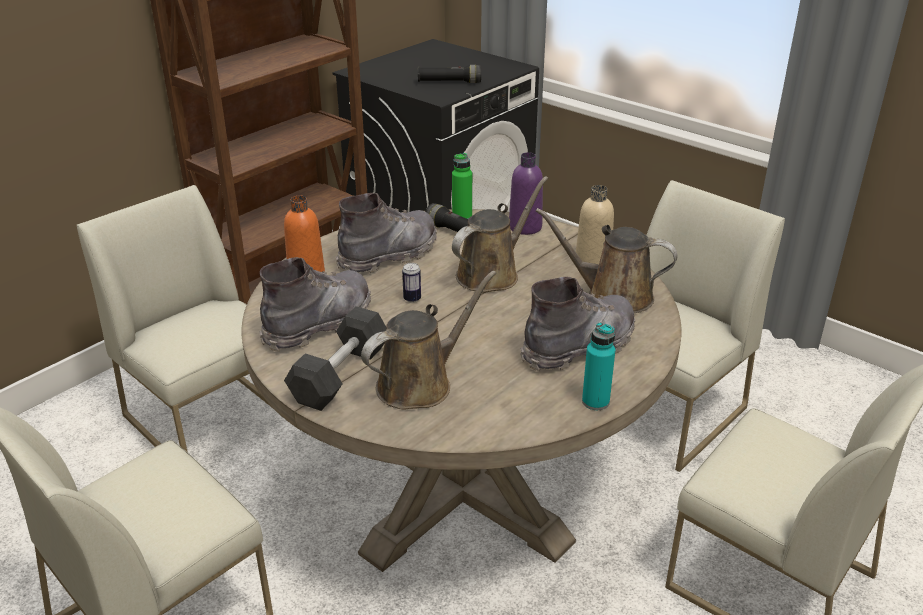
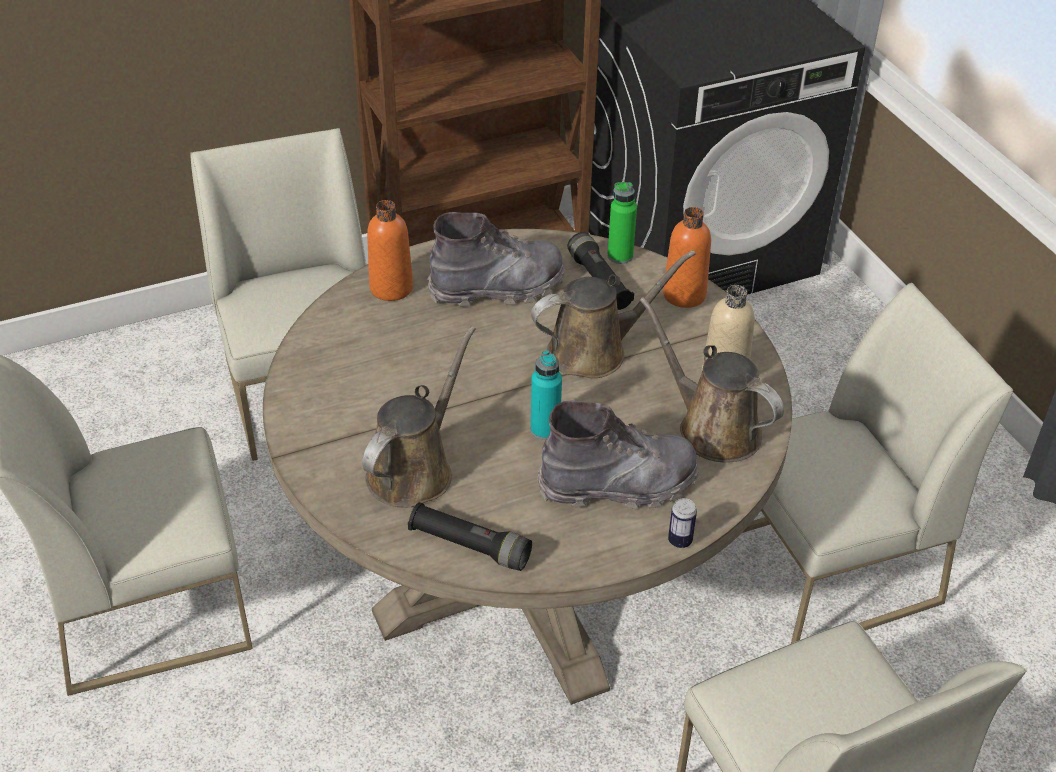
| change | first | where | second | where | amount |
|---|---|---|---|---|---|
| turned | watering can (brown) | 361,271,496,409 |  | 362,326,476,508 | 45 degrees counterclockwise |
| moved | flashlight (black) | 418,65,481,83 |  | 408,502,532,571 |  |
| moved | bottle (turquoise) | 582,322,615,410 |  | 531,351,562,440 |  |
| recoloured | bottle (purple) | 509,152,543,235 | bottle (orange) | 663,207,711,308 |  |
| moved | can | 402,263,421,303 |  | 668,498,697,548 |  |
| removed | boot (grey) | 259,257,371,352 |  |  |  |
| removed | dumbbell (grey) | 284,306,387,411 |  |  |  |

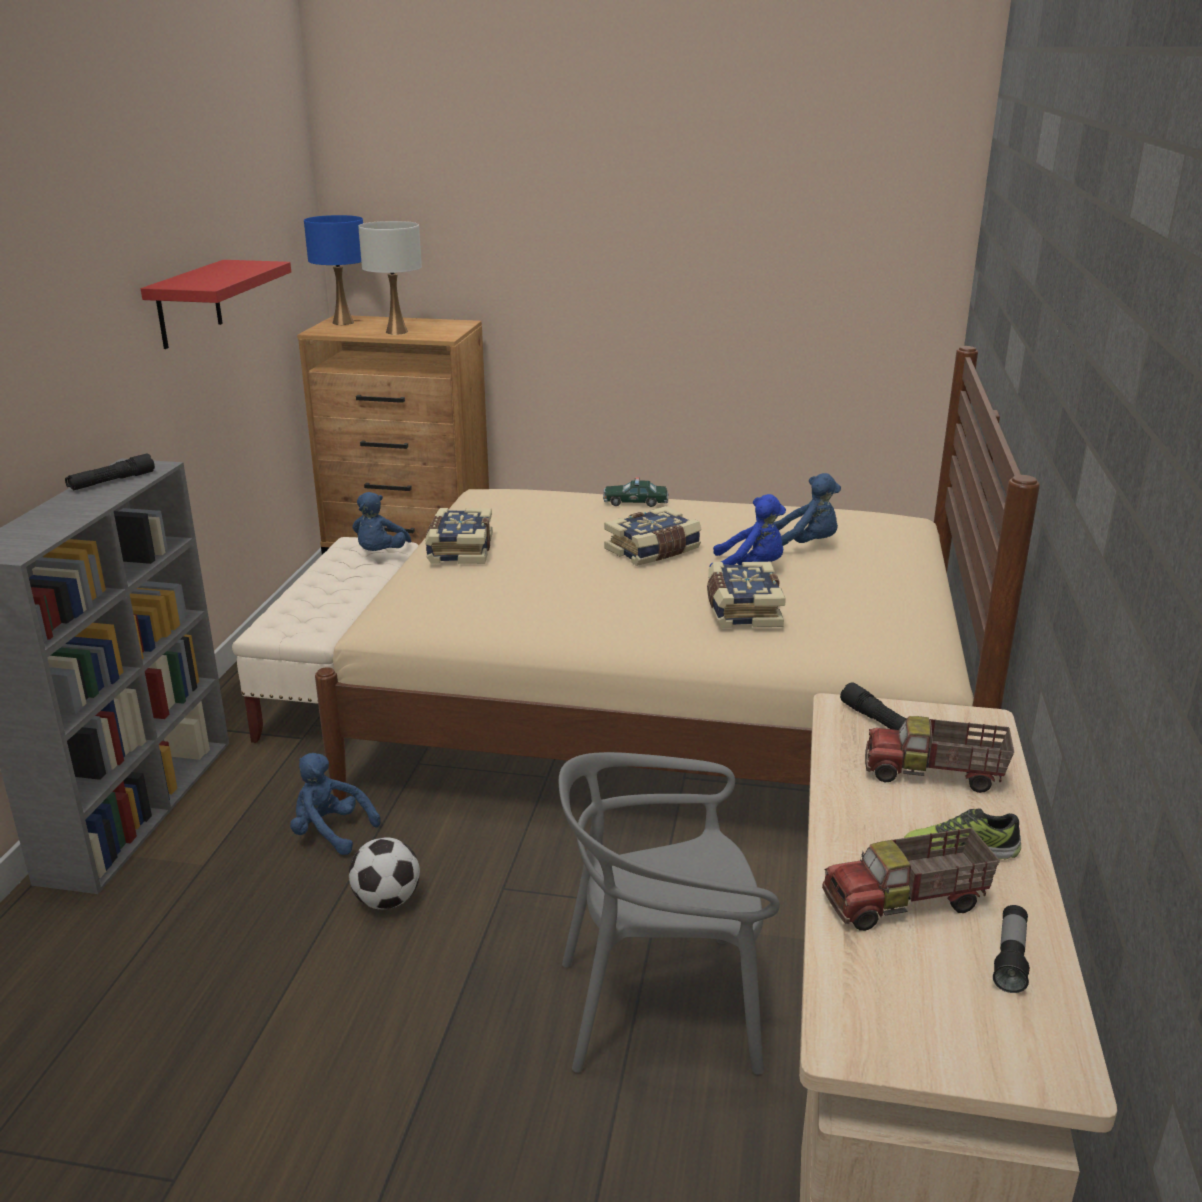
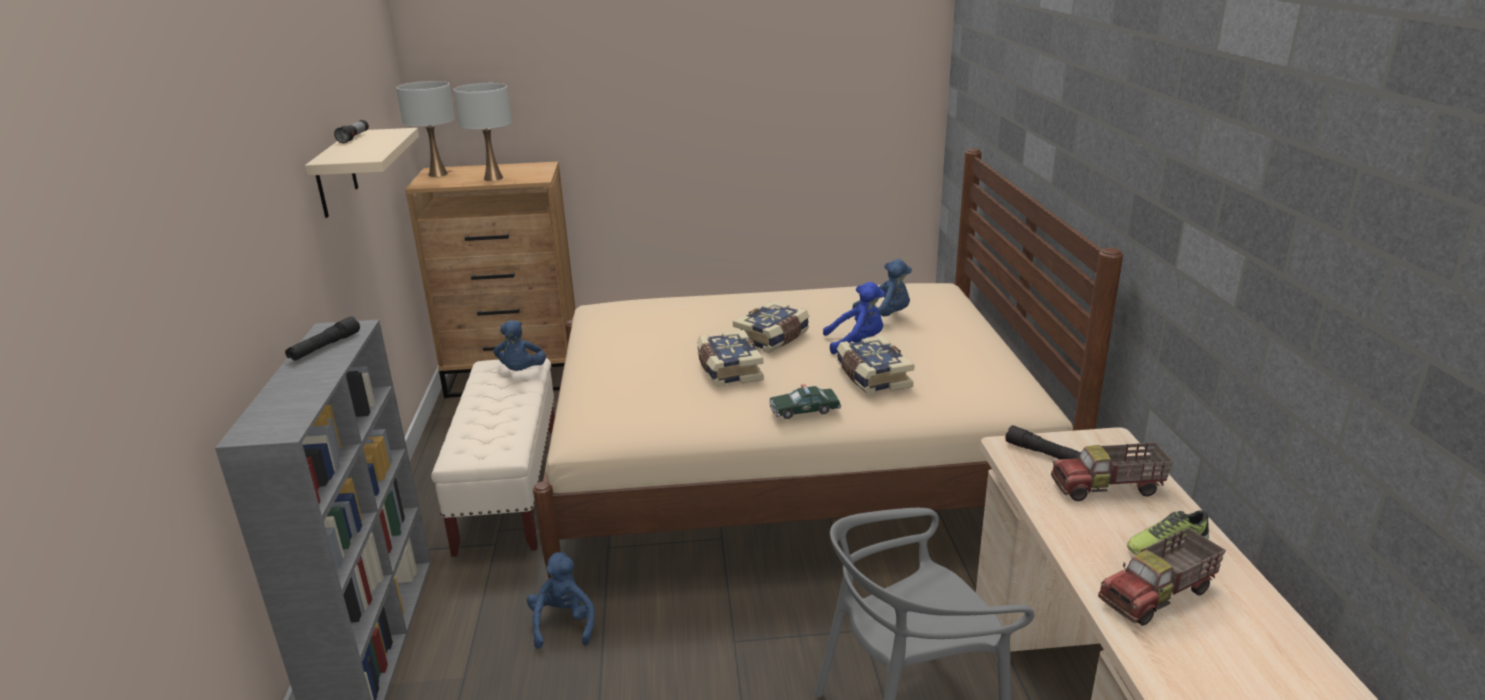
| change | first | where | second | where | amount |
|---|---|---|---|---|---|
| recoloured | shelf (red) | 141,260,291,349 | shelf (beige) | 305,128,419,218 |  |
| moved | flashlight | 993,905,1030,993 |  | 334,120,369,143 |  |
| recoloured | table lamp (blue) | 304,215,363,325 | table lamp (white) | 396,81,455,177 |  |
| turned | plush toy (blue) | 290,753,381,855 |  | 527,552,595,649 | 75 degrees clockwise |
| moved | book | 425,508,493,564 |  | 697,330,764,387 |  |
| moved | toy car | 603,477,668,507 |  | 769,384,841,419 |  |
| removed | football | 349,837,420,910 |  |  |  |

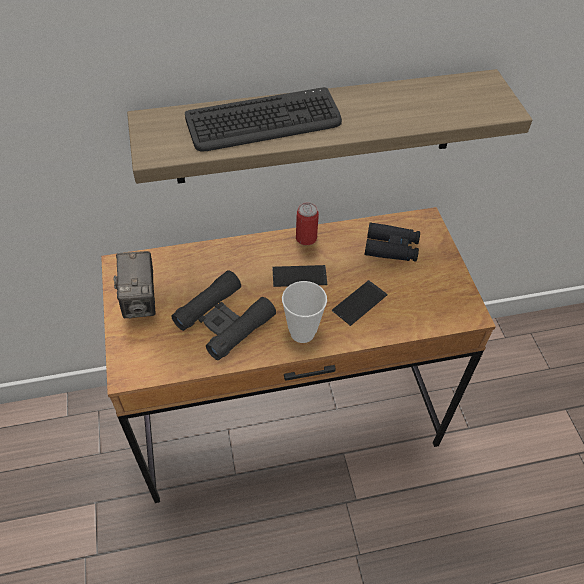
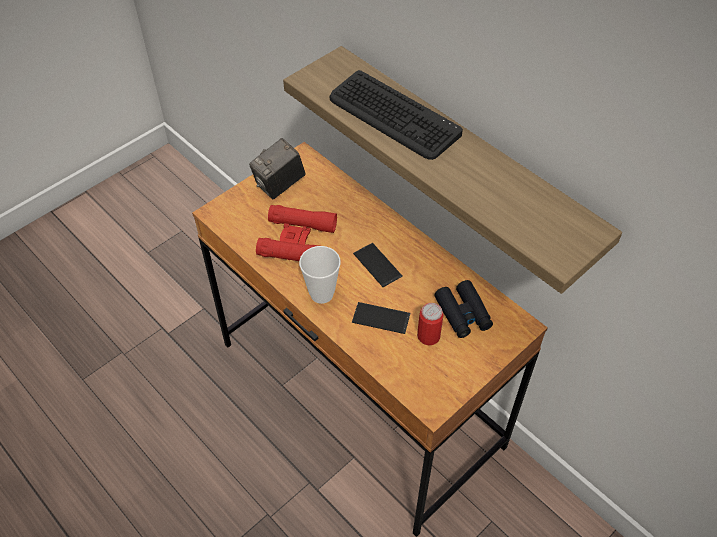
| change | first | where | second | where | amount |
|---|---|---|---|---|---|
| recoloured | binoculars (black) | 171,270,276,360 | binoculars (red) | 256,205,337,261 |  |
| moved | can | 296,202,319,245 |  | 417,303,443,345 |  |

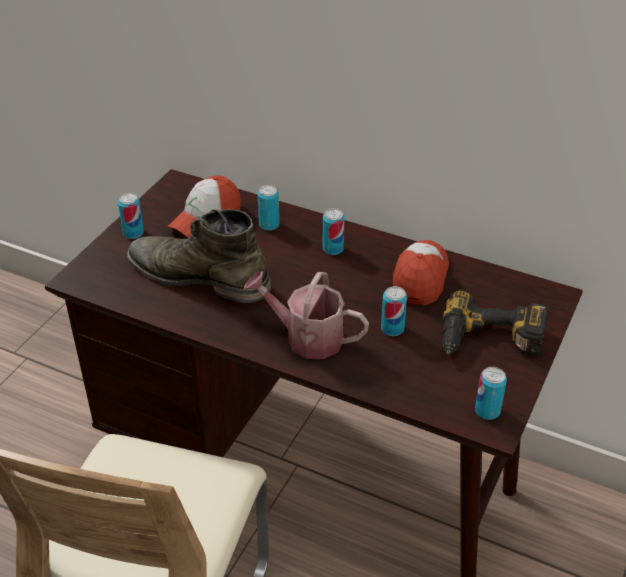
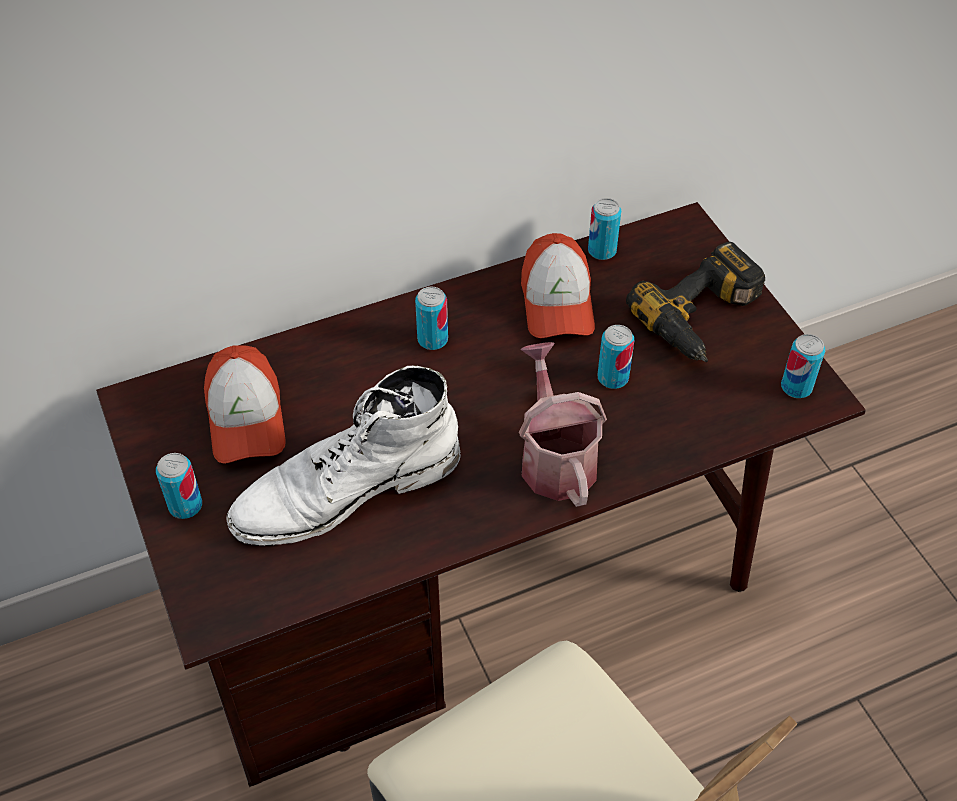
| change | first | where | second | where | amount |
|---|---|---|---|---|---|
| recoloured | boot (green) | 127,209,271,303 | boot (white) | 226,366,461,546 |  |
| turned | watering can | 243,271,369,359 |  | 519,342,607,507 | 105 degrees clockwise |
| turned | cap | 393,240,449,305 |  | 521,233,595,338 | 150 degrees counterclockwise |
| moved | can | 258,185,280,231 |  | 588,198,621,260 |  |

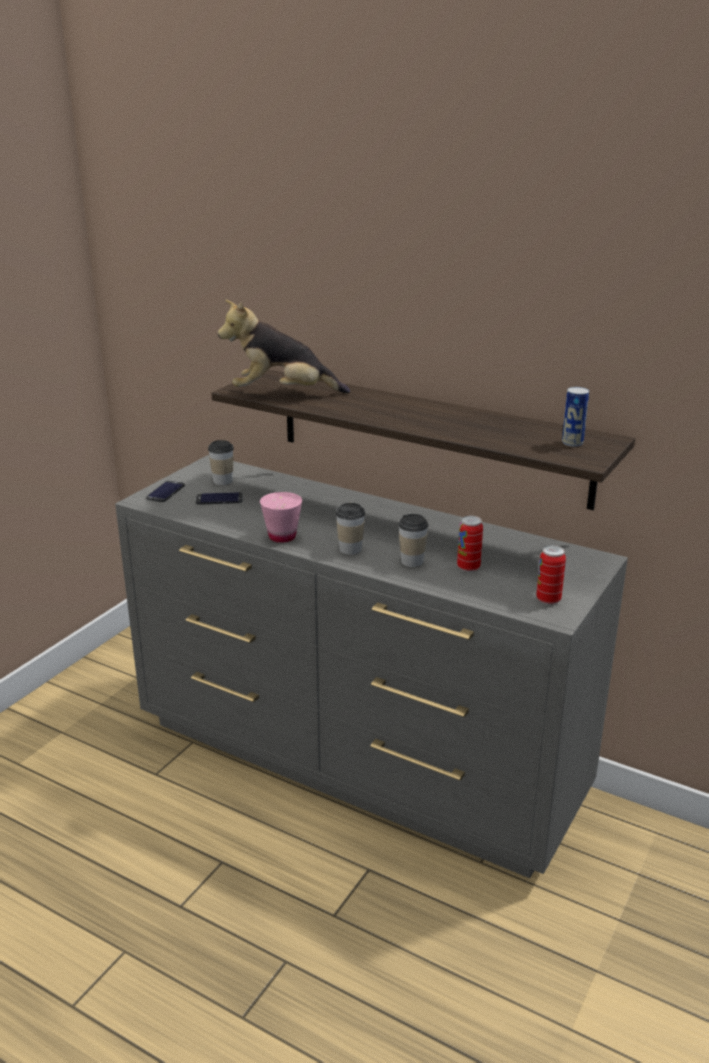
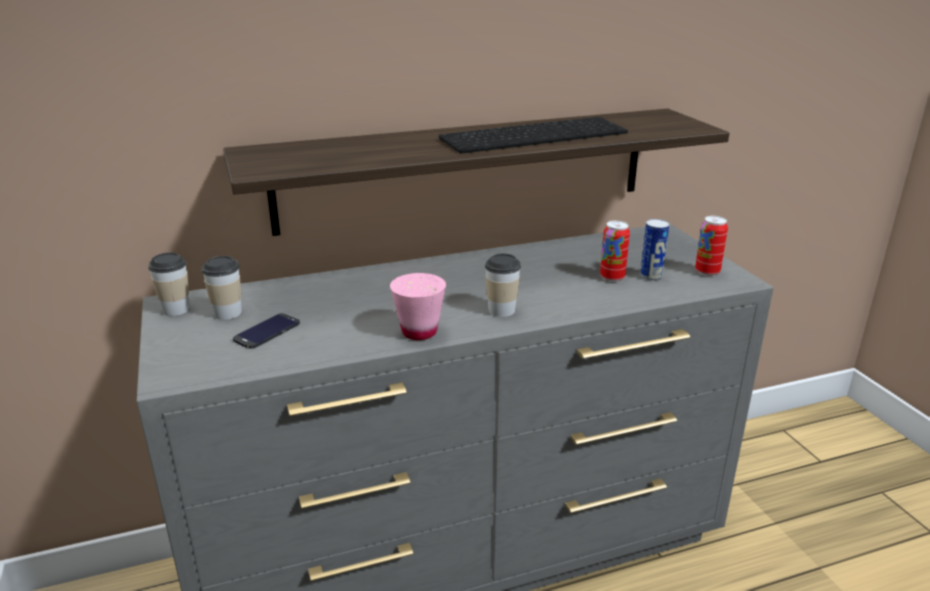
| change | first | where | second | where | amount |
|---|---|---|---|---|---|
| moved | cup | 398,514,429,567 |  | 148,253,190,316 |  |
| added |  |  | keyboard | 439,117,628,154 |  |
| moved | can | 562,387,589,447 |  | 640,219,669,281 |  |
| removed | phone | 146,480,185,502 |  |  |  |
| removed | plush toy | 217,299,350,394 |  |  |  |

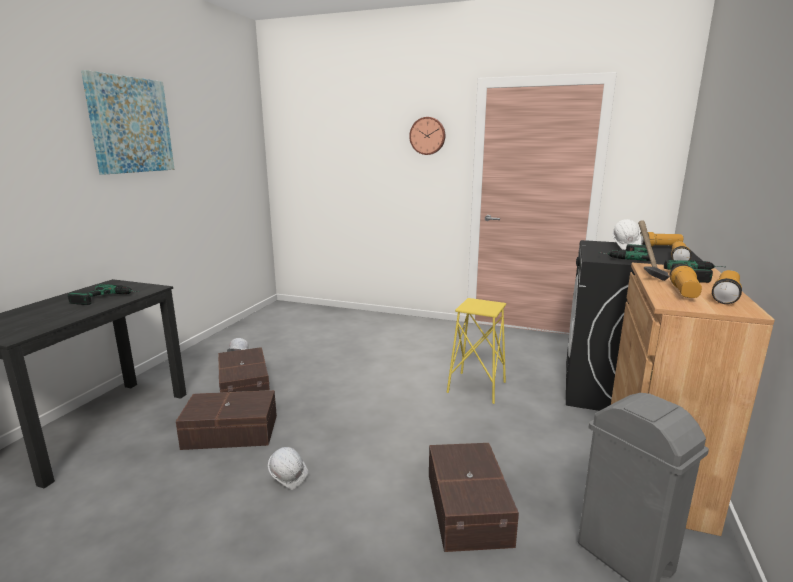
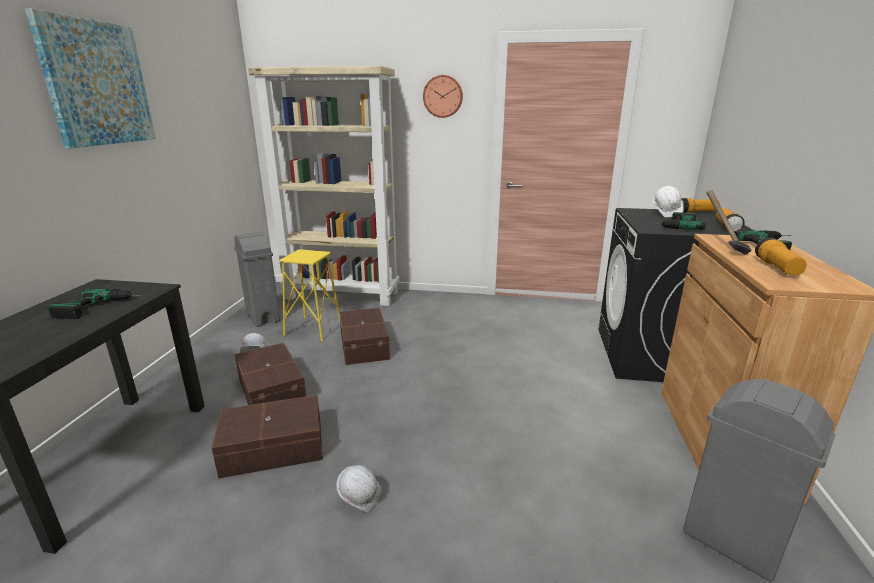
| change | first | where | second | where | amount |
|---|---|---|---|---|---|
| added |  |  | trash can (grey) | 234,232,280,327 |  |
| added |  |  | bookcase (beige) | 248,66,399,306 |  |
| moved | stool (yellow) | 447,298,506,404 |  | 279,249,340,341 |  |
| moved | storage box (brown) | 429,443,519,552 |  | 339,308,390,365 |  |
| removed | flashlight | 712,270,742,304 |  |  |  |

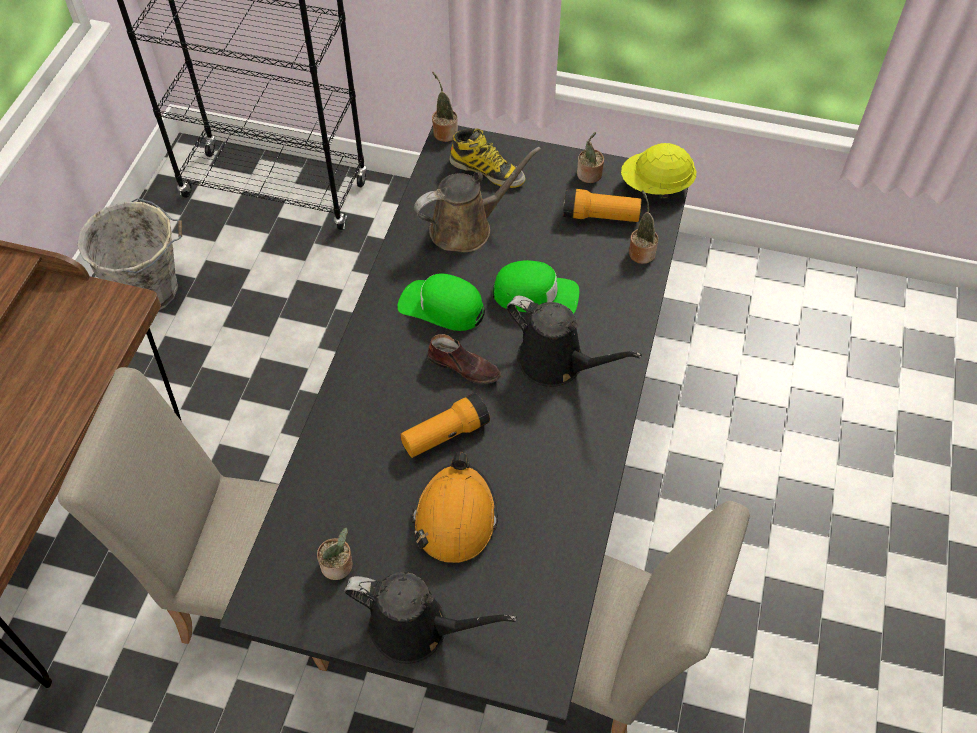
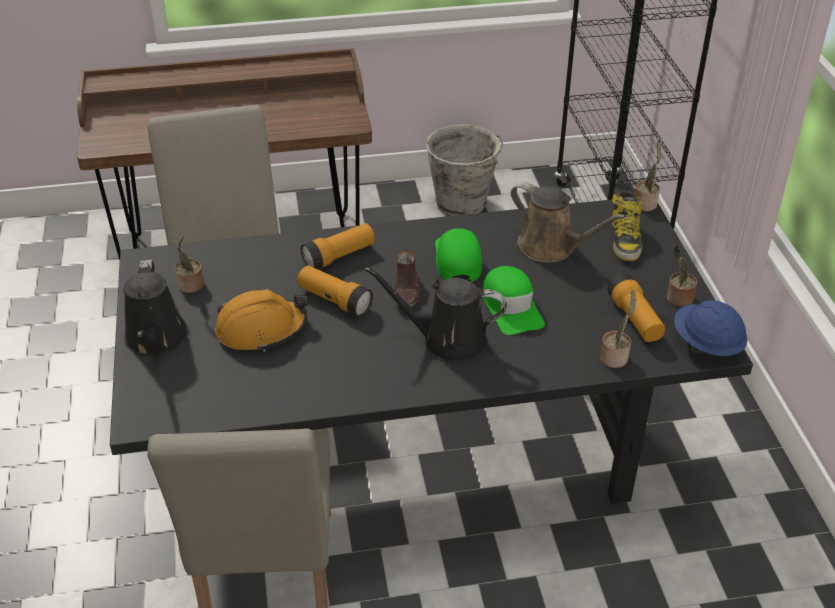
| change | first | where | second | where | amount |
|---|---|---|---|---|---|
| added |  |  | flashlight | 301,223,375,269 |  |
| turned | watering can (black) | 507,296,642,387 |  | 365,267,507,363 | 90 degrees clockwise |
| recoloured | hard hat (yellow) | 621,143,696,199 | hard hat (blue) | 674,300,747,356 |  |

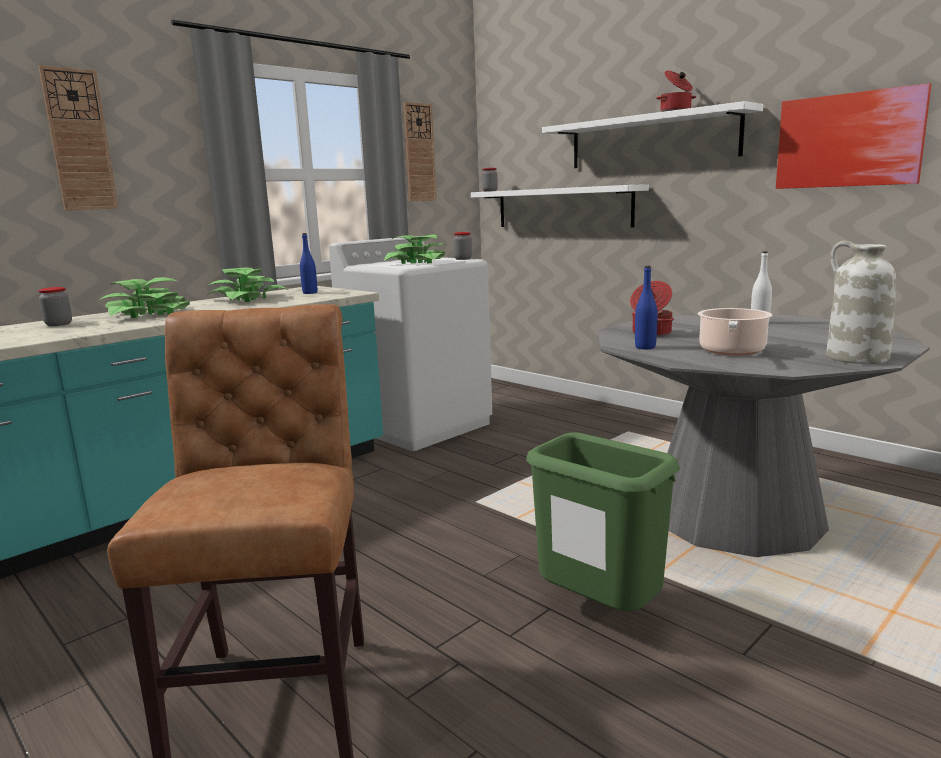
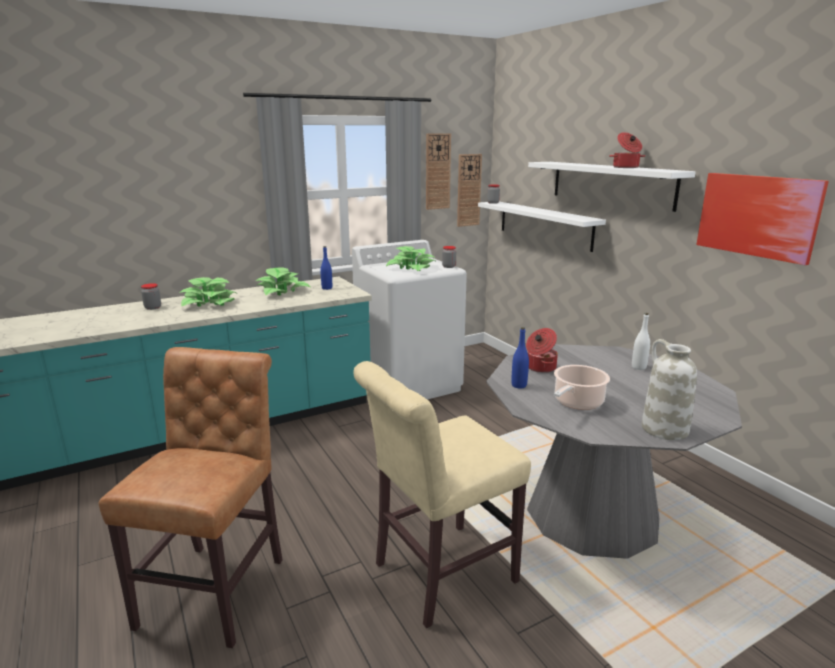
| change | first | where | second | where | amount |
|---|---|---|---|---|---|
| replaced | trash can (green) | 526,432,680,611 | chair (beige) | 353,361,531,628 |  |
| moved | wall clock | 38,65,119,210 |  | 457,154,482,227 |  |

